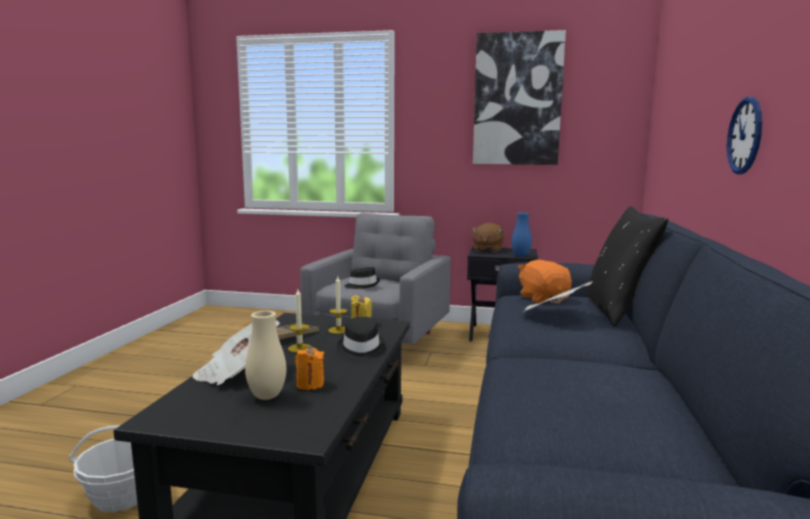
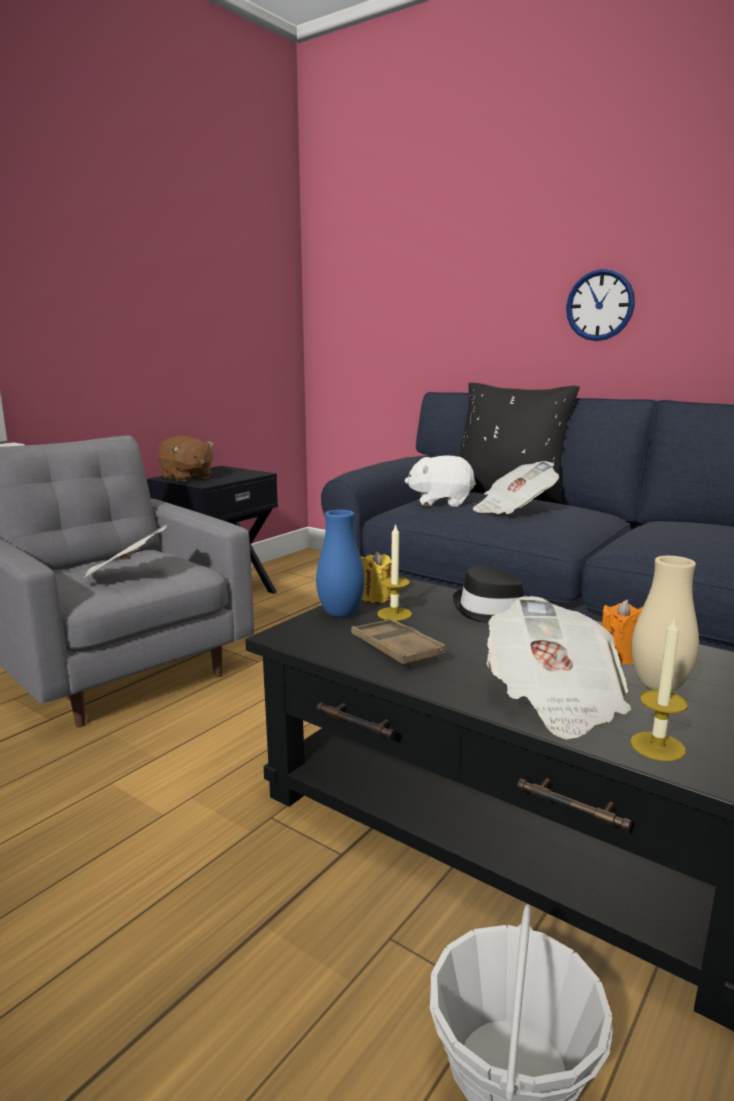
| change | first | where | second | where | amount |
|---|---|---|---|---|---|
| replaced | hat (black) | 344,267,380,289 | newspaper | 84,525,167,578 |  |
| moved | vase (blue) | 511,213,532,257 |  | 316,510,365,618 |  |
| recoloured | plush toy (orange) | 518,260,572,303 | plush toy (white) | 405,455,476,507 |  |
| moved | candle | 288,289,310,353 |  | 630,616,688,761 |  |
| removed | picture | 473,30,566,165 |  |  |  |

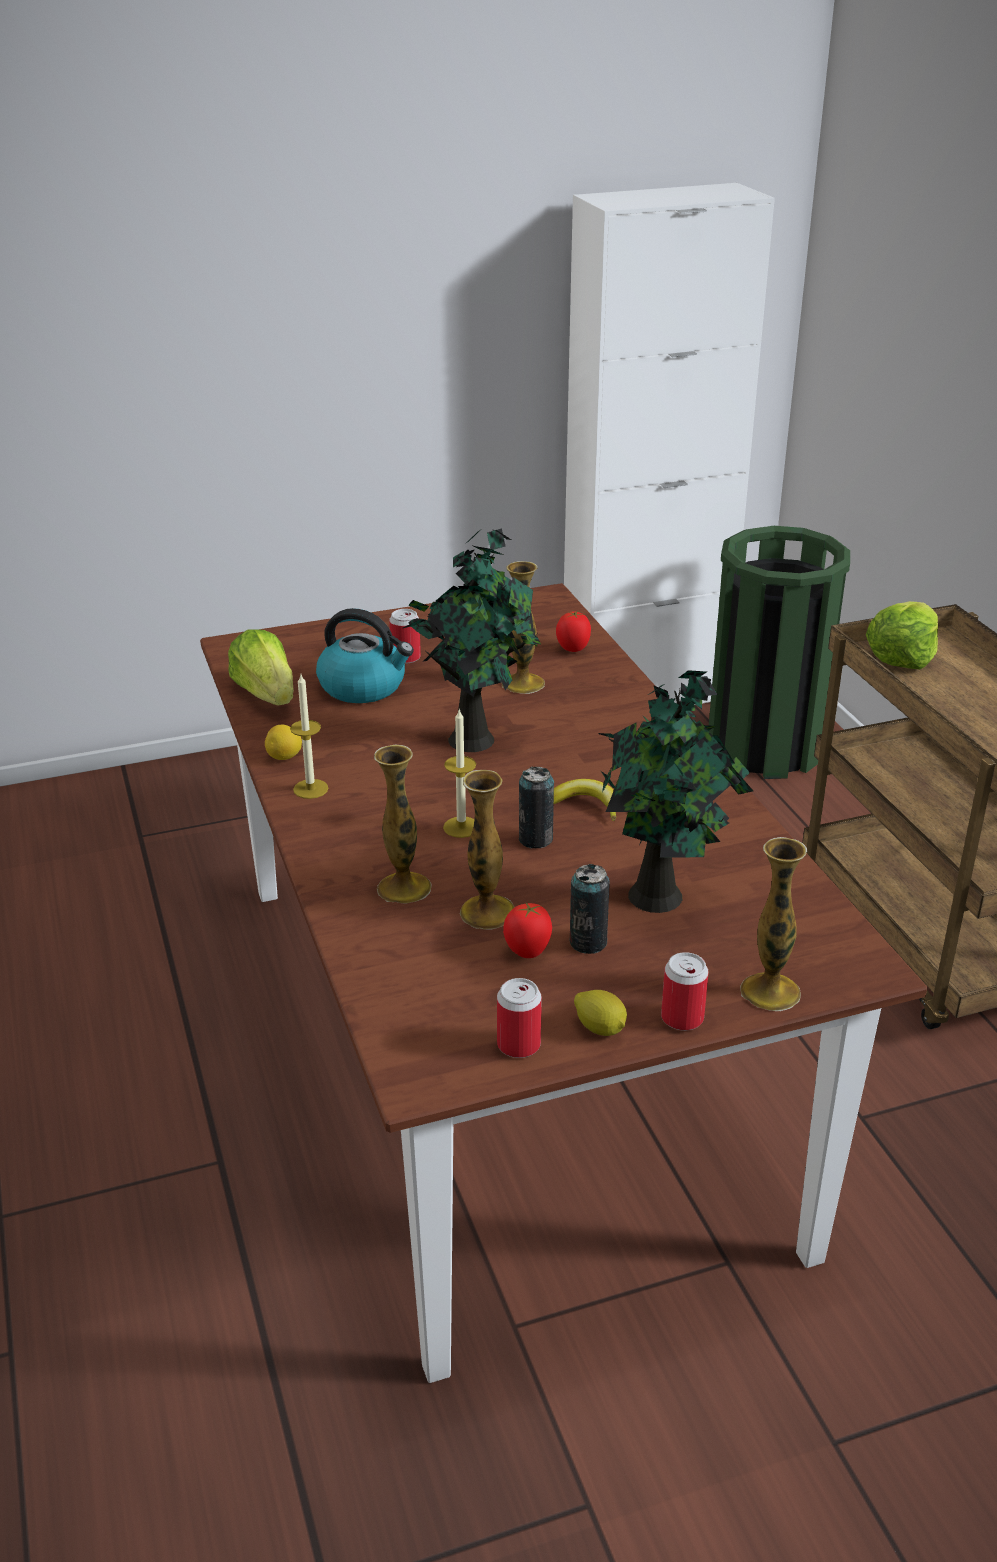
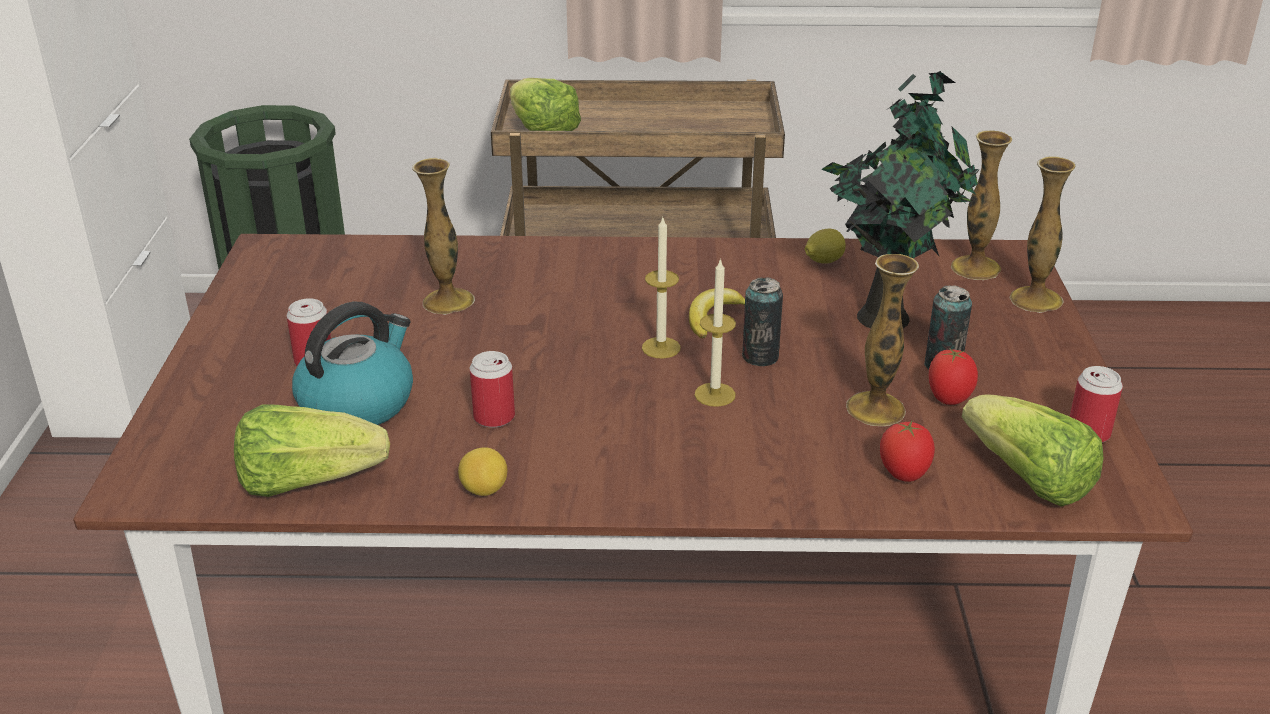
| change | first | where | second | where | amount |
|---|---|---|---|---|---|
| moved | can | 661,952,709,1031 |  | 470,351,515,428 |  |
| moved | candle | 290,675,329,799 |  | 642,218,681,359 |  |
| moved | lemon | 574,990,627,1036 |  | 805,229,846,264 |  |
| moved | tomato | 556,611,591,652 |  | 880,421,935,482 |  |
| moved | vase | 374,745,432,903 |  | 951,130,1012,280 |  |
| added |  |  | lettuce | 962,394,1103,507 |  |
| removed | potted plant | 403,528,541,752 |  |  |  |

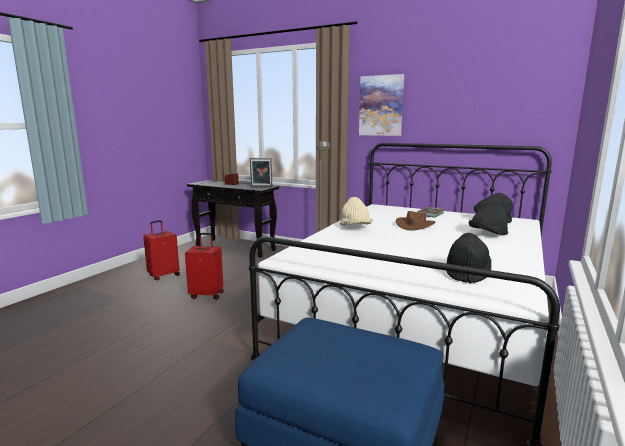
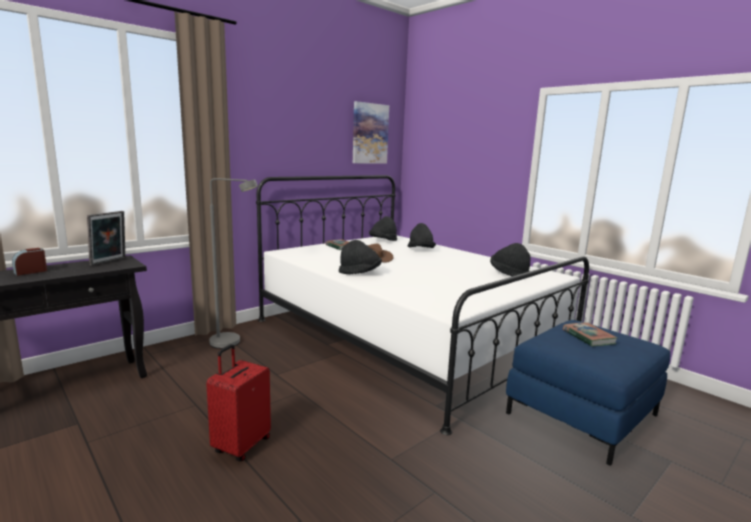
| change | first | where | second | where | amount |
|---|---|---|---|---|---|
| recoloured | hat (beige) | 340,197,373,226 | hat (black) | 339,240,382,274 |  |
| moved | picture | 359,74,404,136 |  | 353,101,389,164 |  |
| added |  |  | book | 563,322,618,347 |  |
| removed | suitcase (red) | 143,220,180,281 |  |  |  |

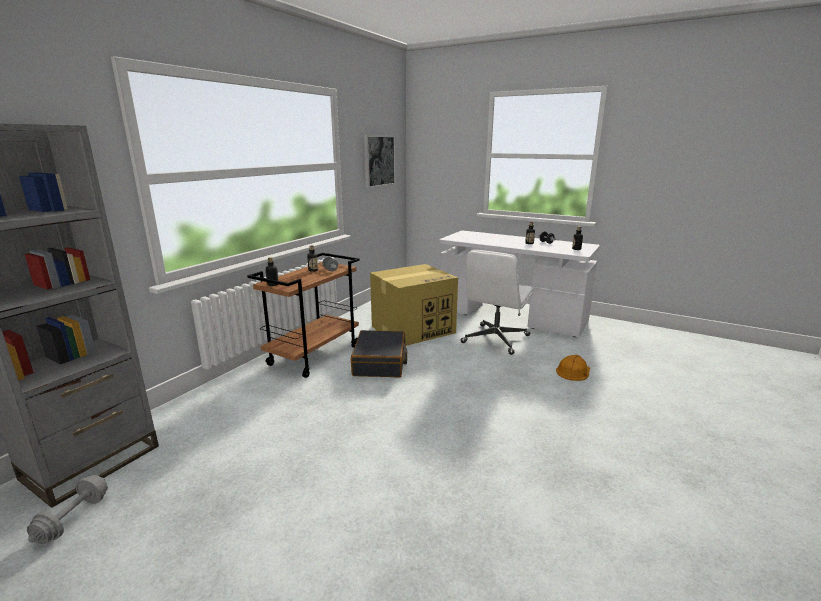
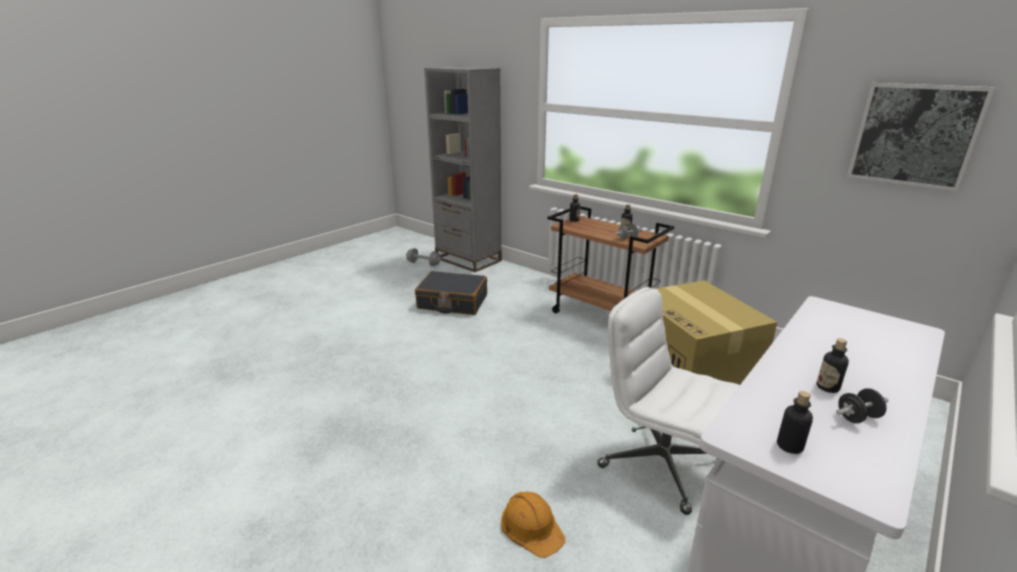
| change | first | where | second | where | amount |
|---|---|---|---|---|---|
| moved | suitcase (black) | 351,330,407,378 |  | 415,271,487,315 |  |

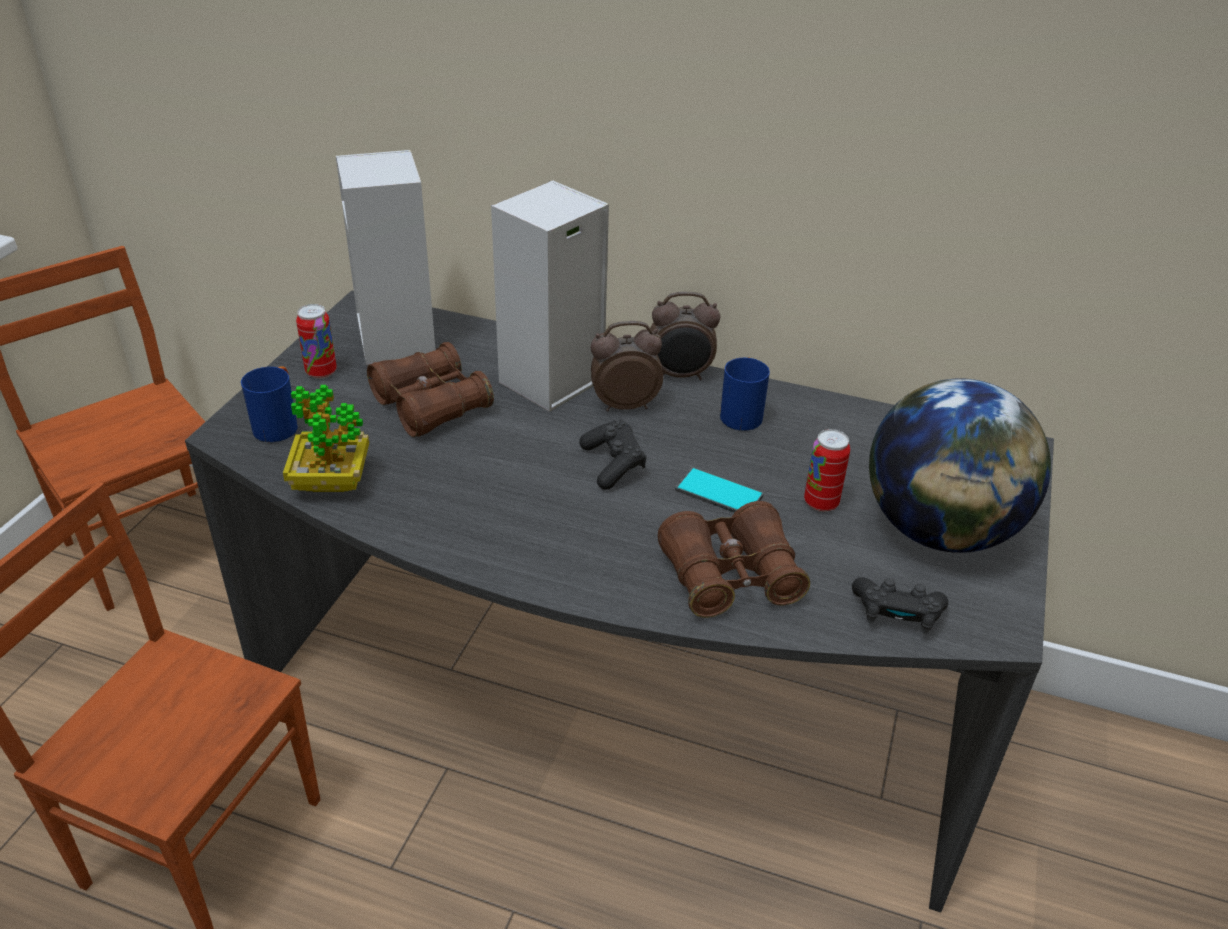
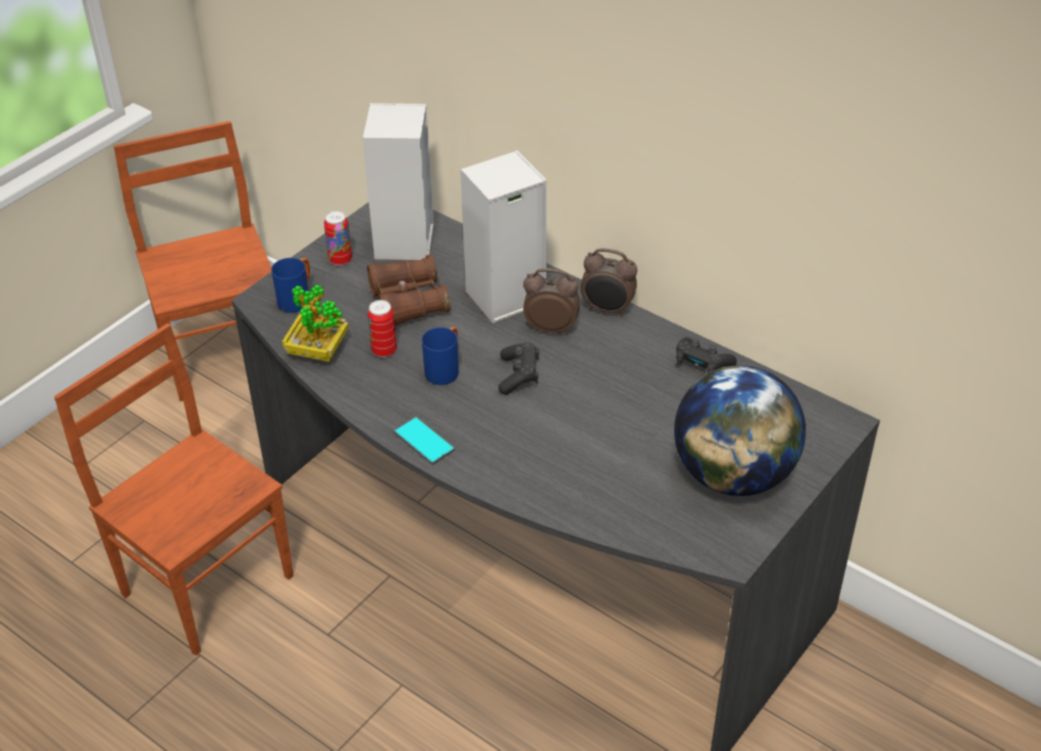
| change | first | where | second | where | amount |
|---|---|---|---|---|---|
| moved | can | 804,429,850,512 |  | 368,300,397,357 |  |
| moved | phone | 675,467,764,513 |  | 393,416,455,465 |  |
| moved | mug (blue) | 720,357,770,431 |  | 422,327,459,385 |  |
| moved | game controller (black) | 852,577,948,635 |  | 676,337,737,374 |  |
| removed | binoculars (brown) | 658,501,810,618 |  |  |  |

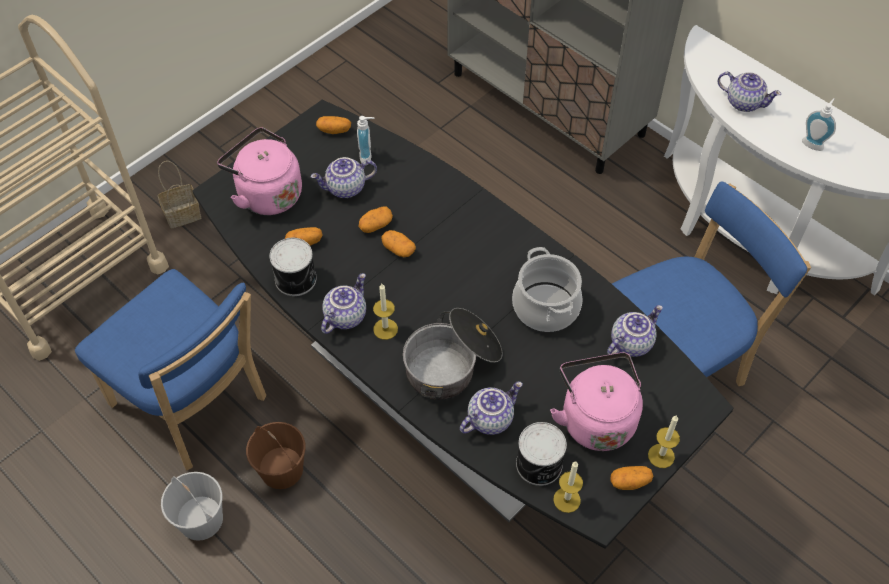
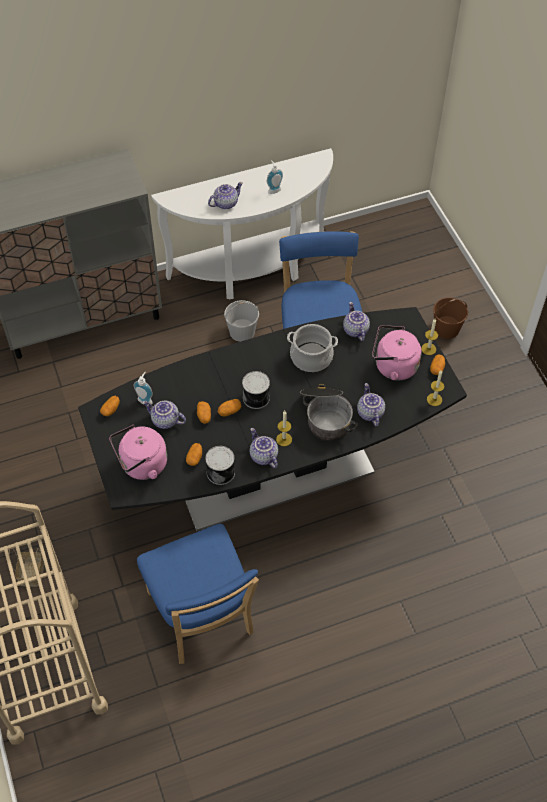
| change | first | where | second | where | amount |
|---|---|---|---|---|---|
| turned | chair (blue) | 75,269,266,470 |  | 137,524,259,664 | 90 degrees clockwise |
| turned | teapot | 310,157,377,198 |  | 143,401,186,429 | 105 degrees clockwise |
| moved | bucket (white) | 161,472,223,541 |  | 224,300,259,342 |  |
| moved | can | 516,422,567,486 |  | 242,371,270,409 |  |
| moved | bucket (brown) | 246,422,306,489 |  | 433,297,468,339 |  |

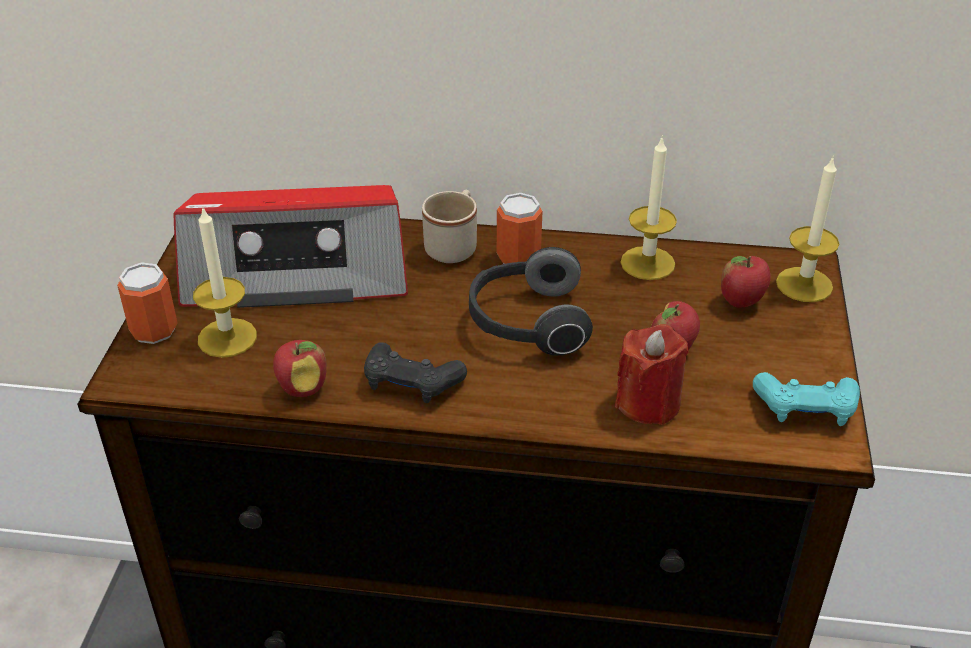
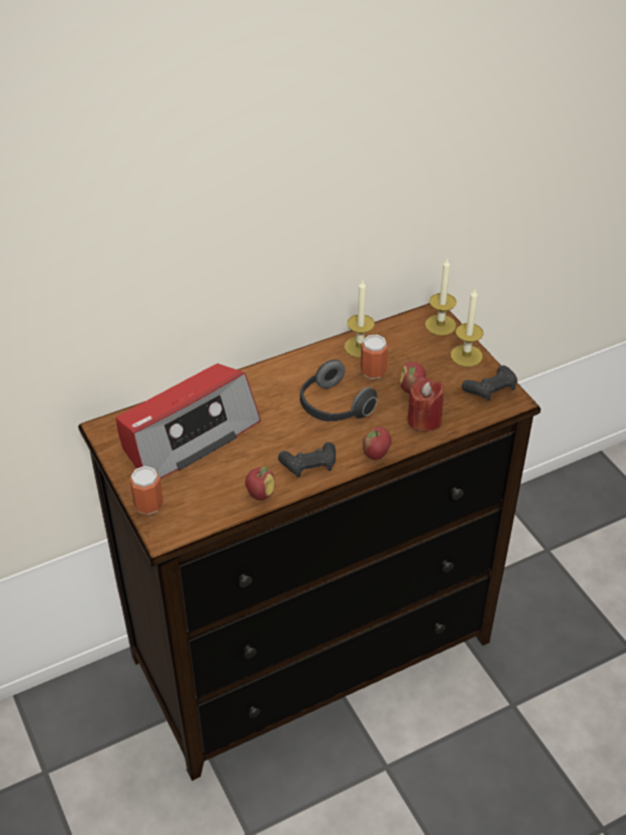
| change | first | where | second | where | amount |
|---|---|---|---|---|---|
| moved | can | 497,193,542,264 |  | 360,335,388,379 |  |
| moved | apple | 721,256,771,308 |  | 363,427,392,460 |  |
| moved | candle | 193,206,257,358 |  | 451,289,483,367 |  |
| recoloured | game controller (turquoise) | 753,372,860,426 | game controller (black) | 462,365,517,401 |  |
| removed | mug (beige) | 422,190,477,263 |  |  |  |

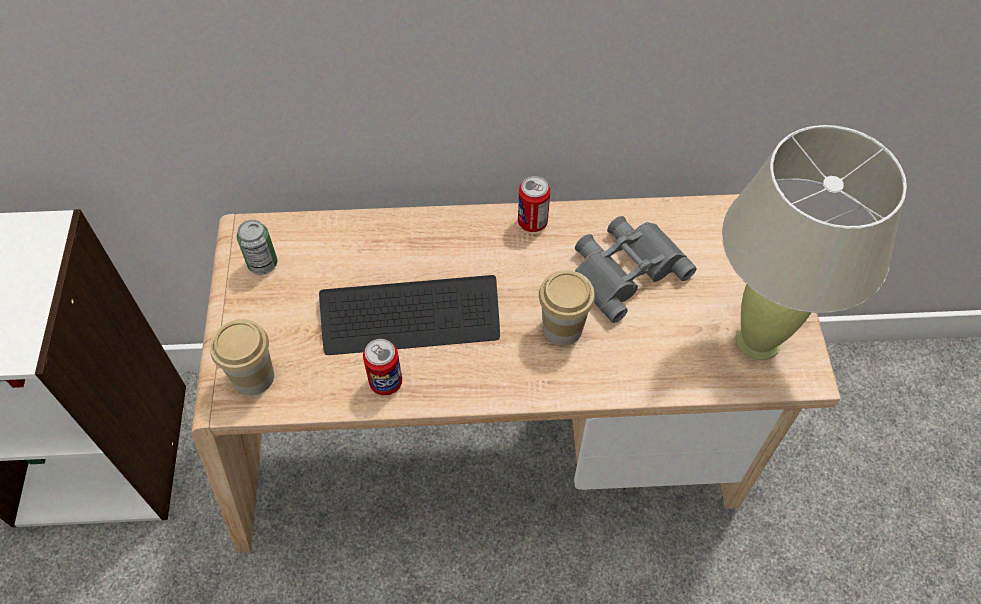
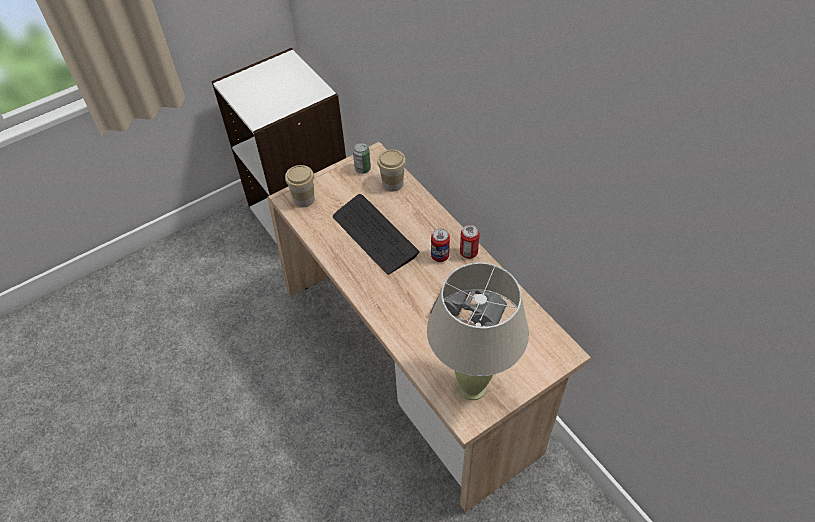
| change | first | where | second | where | amount |
|---|---|---|---|---|---|
| moved | cup | 539,270,595,346 |  | 377,149,406,192 |  |
| moved | can | 363,339,402,396 |  | 431,228,450,262 |  |

